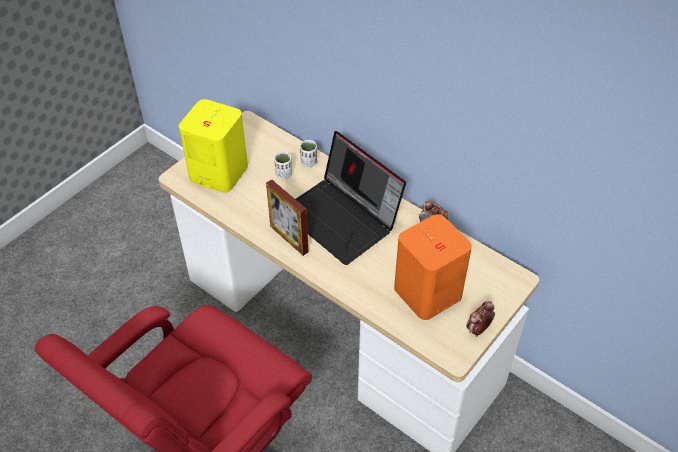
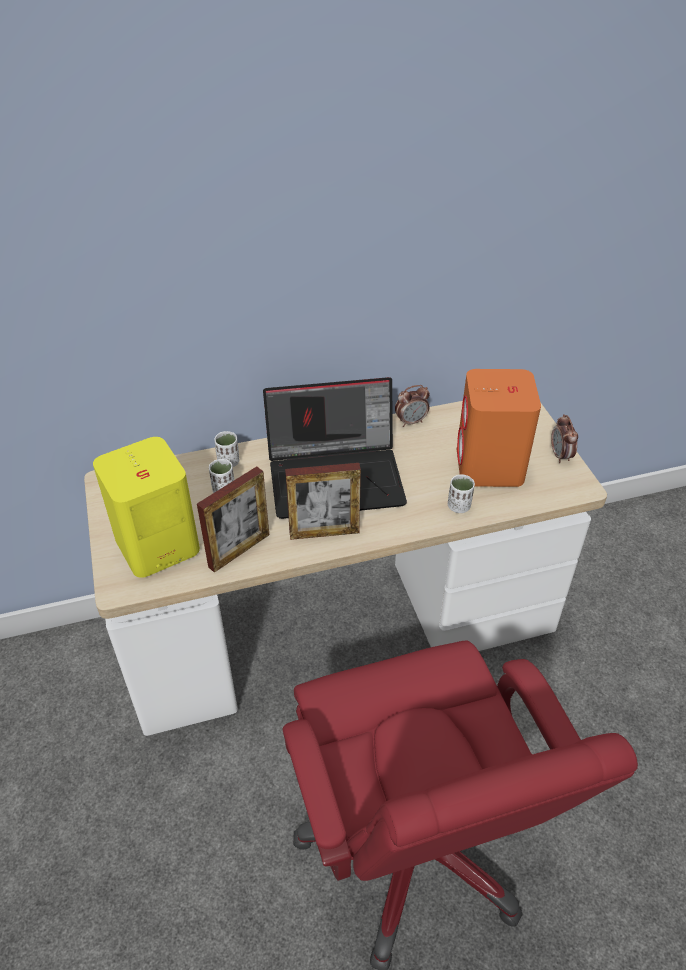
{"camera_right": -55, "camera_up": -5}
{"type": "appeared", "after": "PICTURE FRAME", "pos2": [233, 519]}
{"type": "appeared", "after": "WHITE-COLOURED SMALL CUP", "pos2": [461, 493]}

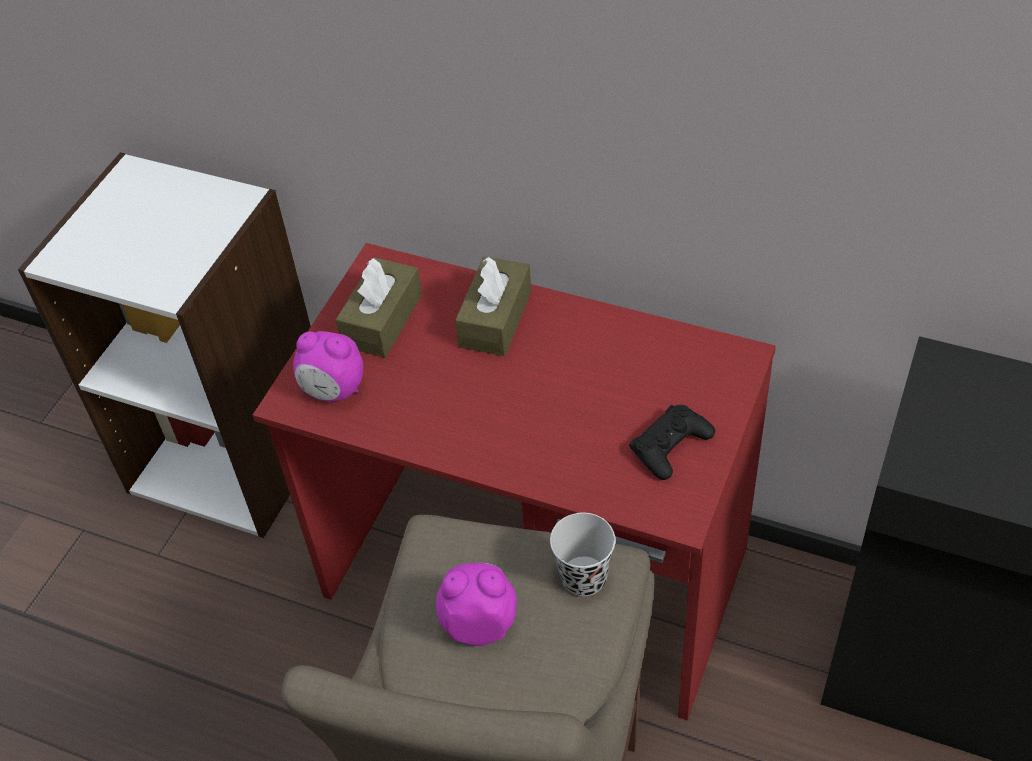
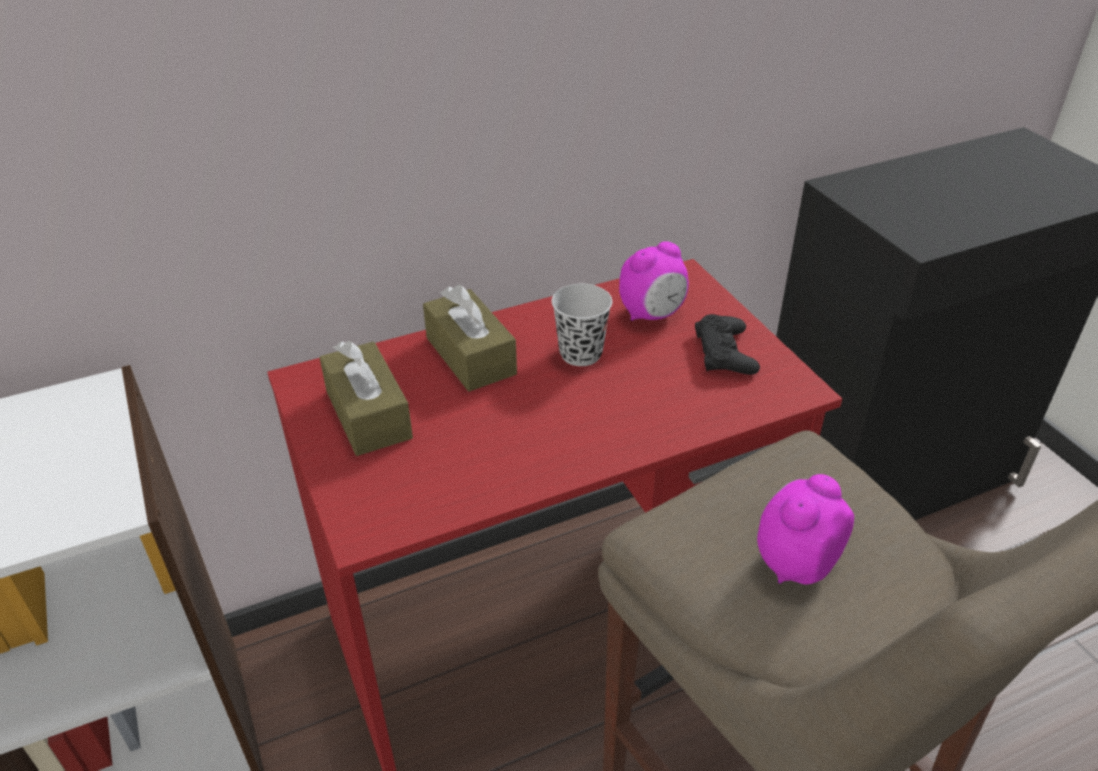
{"camera_right": -50, "camera_up": -10}
{"type": "relocated", "before": "TABLE CLOCK", "pos1": [328, 366], "pos2": [654, 281]}
{"type": "relocated", "before": "BLACK-COLOURED SMALL CUP", "pos1": [582, 554], "pos2": [582, 325]}

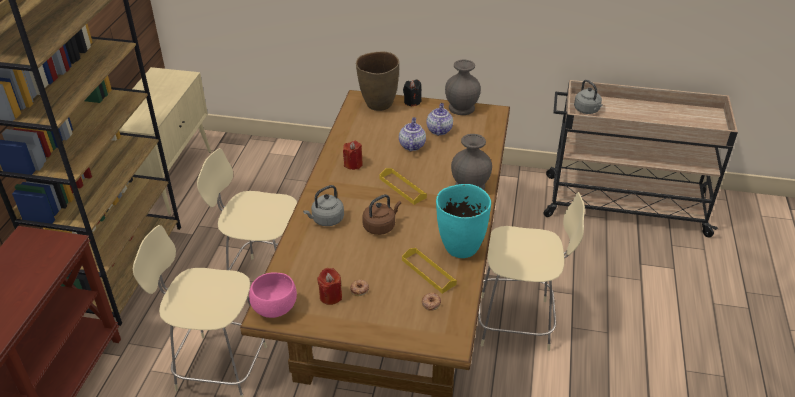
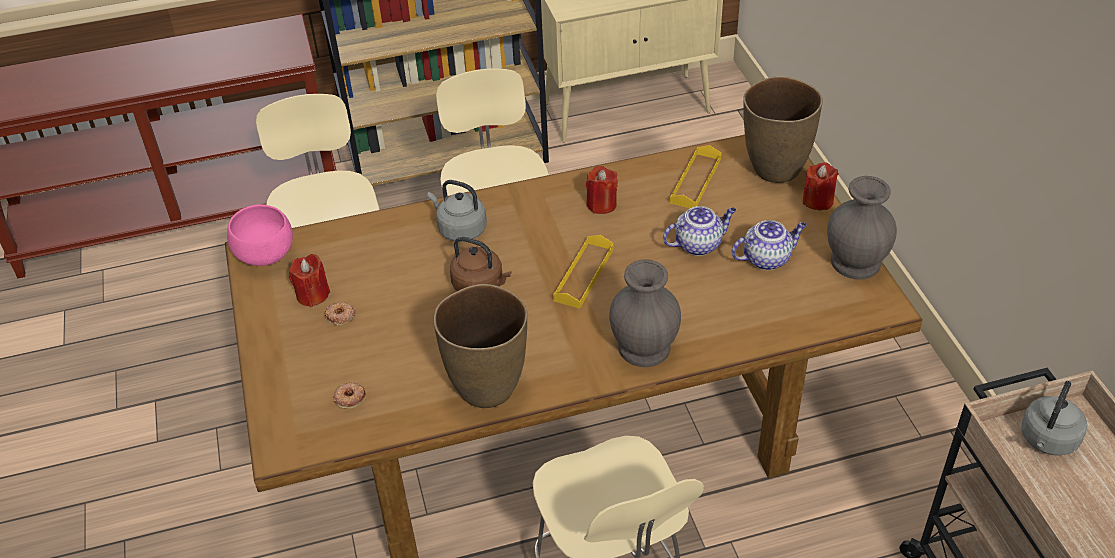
{"camera_right": 65, "camera_up": 5}
{"type": "relocated", "before": "YELLOWISH CARRYING TRAY", "pos1": [429, 271], "pos2": [696, 176]}
{"type": "colour", "before": "BLACK-COLOURED WAX CANDLE", "after": "RED-COLOURED WAX CANDLE", "pos1": [412, 93], "pos2": [820, 186]}
{"type": "colour", "before": "TURQUOISE-COLOURED FLOWER VASE", "after": "BROWN FLOWER VASE", "pos1": [463, 221], "pos2": [480, 346]}

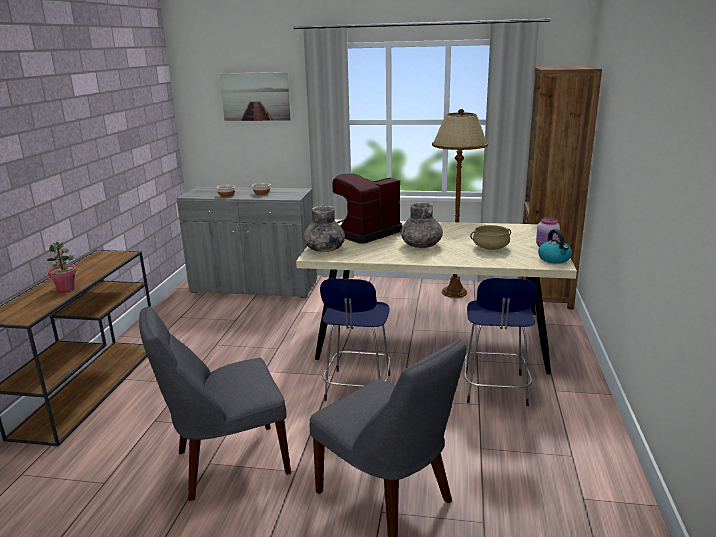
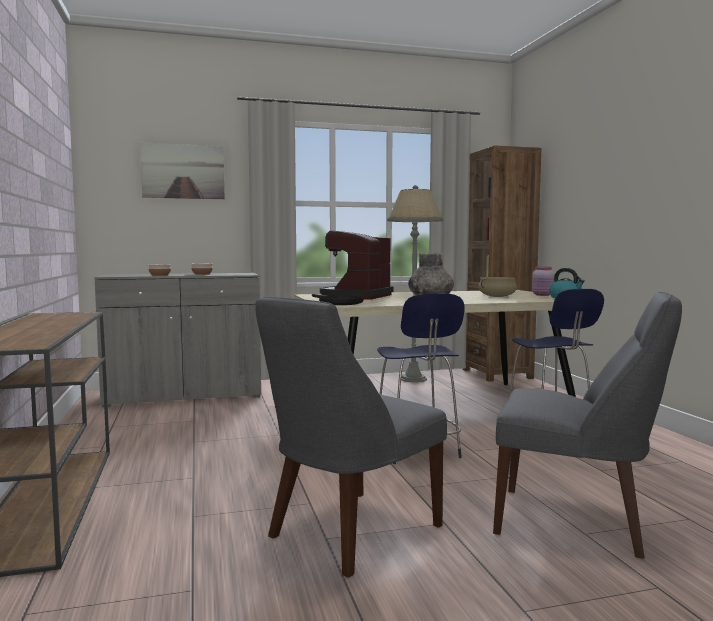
{"camera_right": -25, "camera_up": -15}
{"type": "missing", "before": "POTTED PLANT", "pos1": [61, 267]}
{"type": "exchanged", "before": "GREYISH FLOWER VASE", "after": "BLACK-COLOURED SKILLET", "pos1": [324, 229], "pos2": [338, 299]}
{"type": "colour", "before": "BROWN FLOOR LAMP", "after": "GREYISH FLOOR LAMP", "pos1": [460, 203], "pos2": [415, 283]}

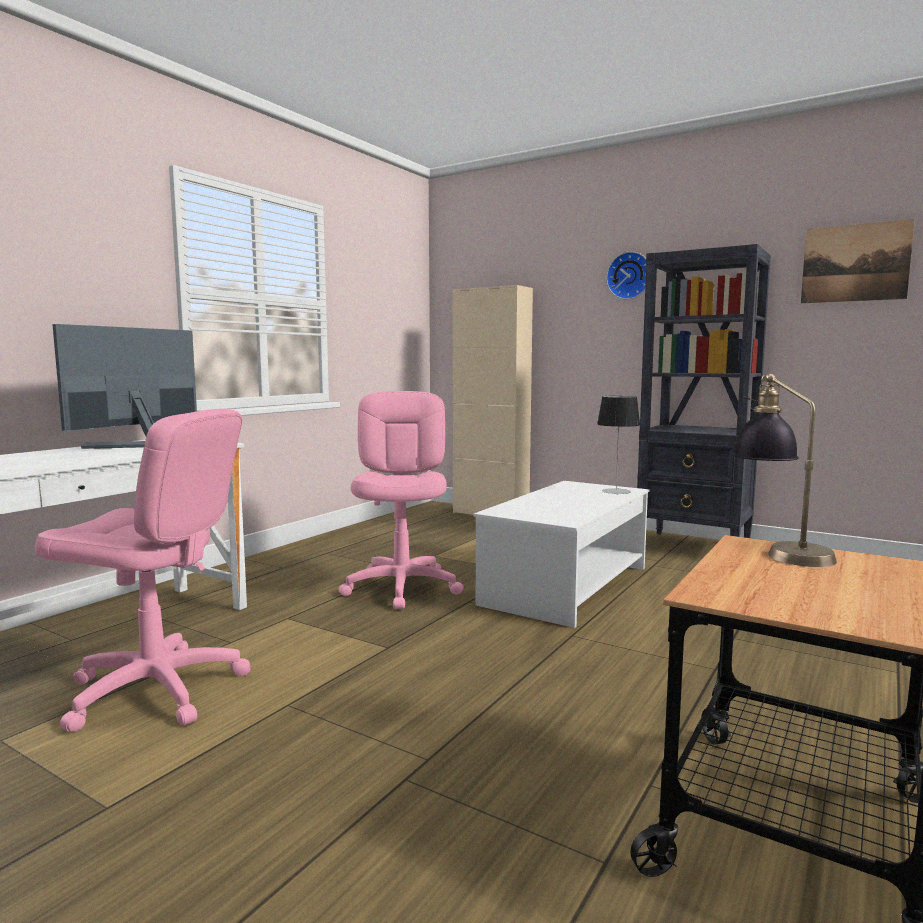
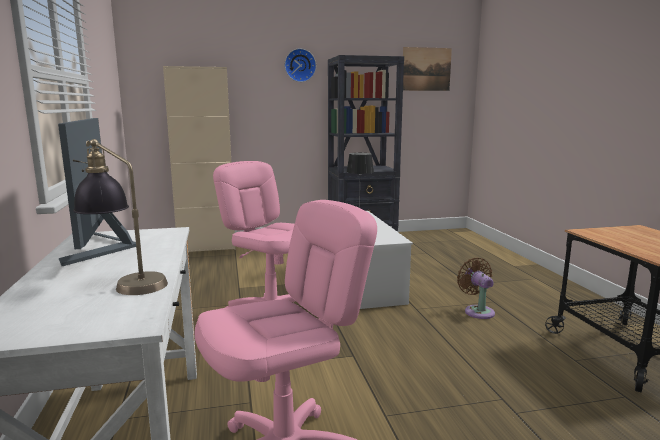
{"camera_right": -45, "camera_up": 5}
{"type": "appeared", "after": "BROWN COOLING FAN", "pos2": [476, 288]}
{"type": "relocated", "before": "TABLE LAMP", "pos1": [784, 470], "pos2": [120, 217]}

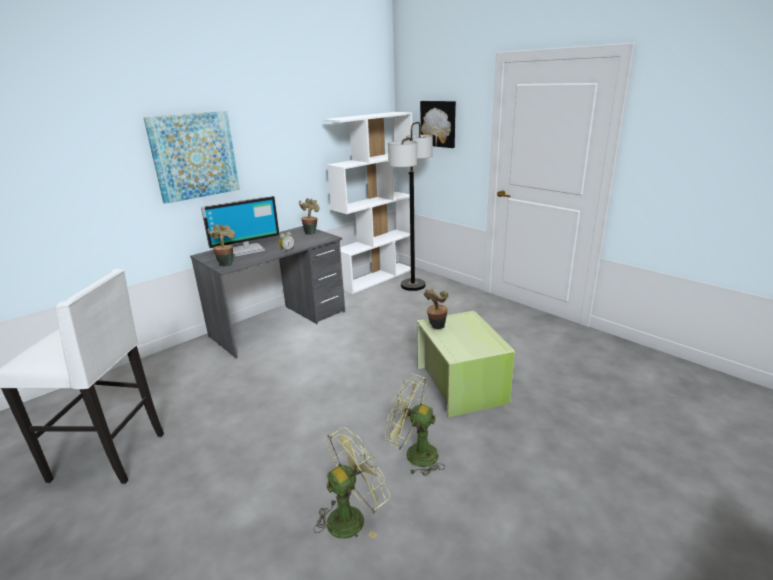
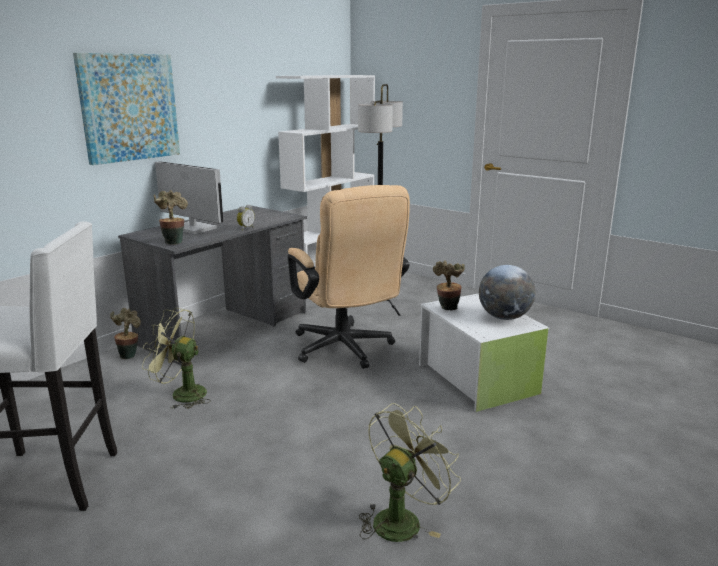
{"camera_right": -10, "camera_up": -5}
{"type": "missing", "before": "WALL ART", "pos1": [438, 124]}
{"type": "appeared", "after": "SAND-COLOURED COMPUTER CHAIR", "pos2": [349, 277]}
{"type": "appeared", "after": "DESK GLOBE", "pos2": [507, 292]}
{"type": "relocated", "before": "POTTED PLANT", "pos1": [309, 216], "pos2": [125, 333]}
{"type": "relocated", "before": "GREENISH COOLING FAN", "pos1": [415, 425], "pos2": [176, 358]}
{"type": "colour", "before": "GREENISH STORAGE BIN", "after": "WHITE-COLOURED STORAGE BIN", "pos1": [466, 364], "pos2": [484, 353]}
{"type": "spun", "before": "COMPUTER DISPLAY", "pos1": [240, 226], "pos2": [189, 197], "turn": -105}

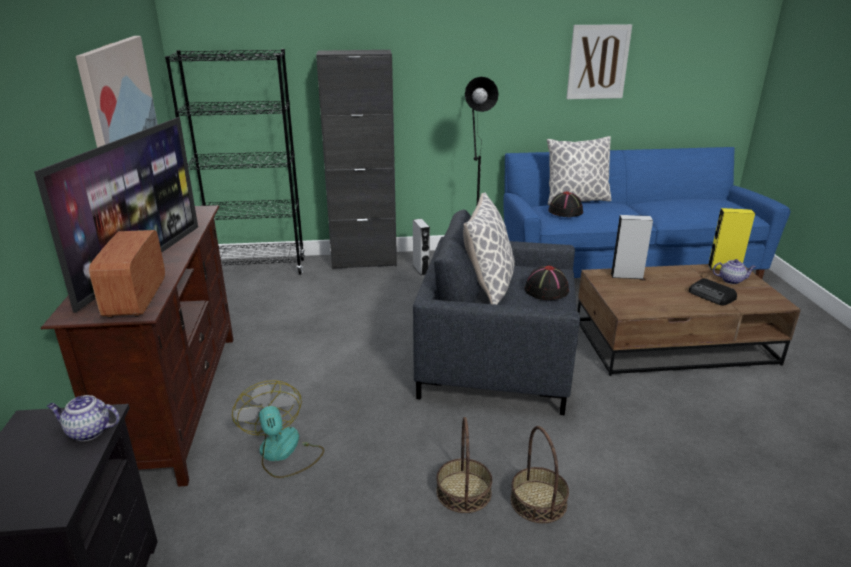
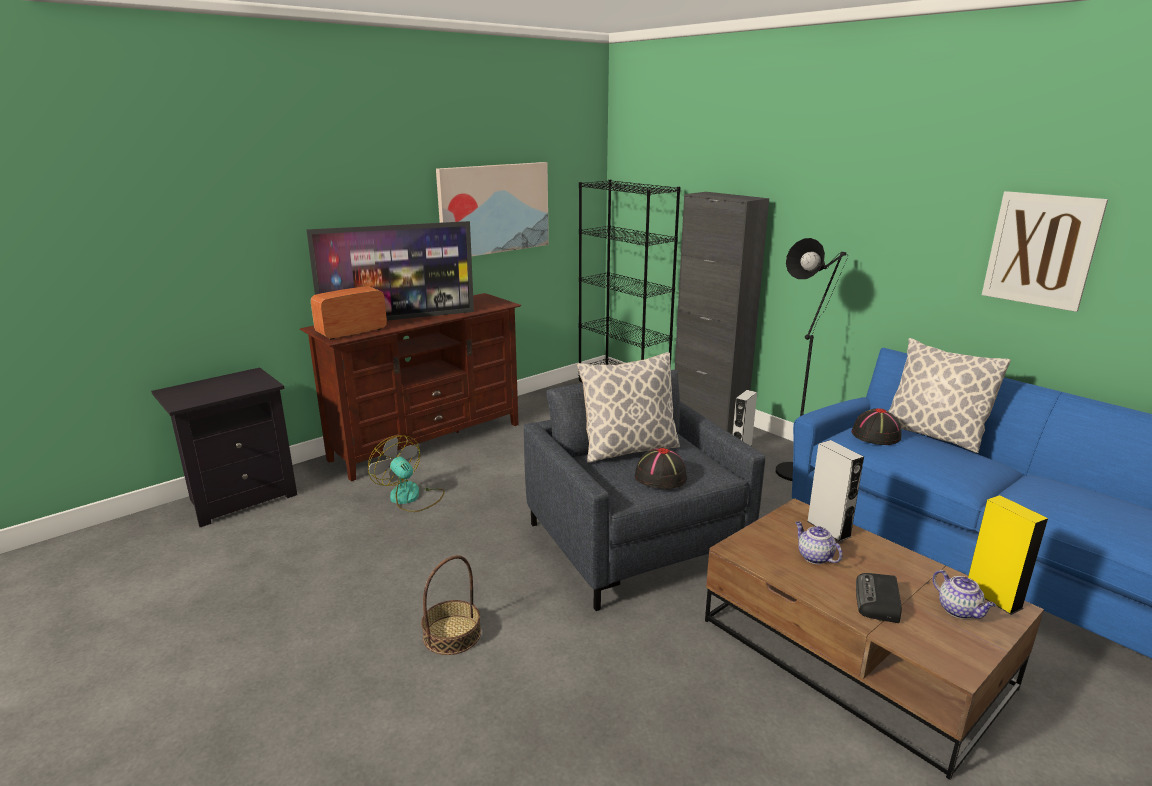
{"camera_right": 55, "camera_up": -5}
{"type": "missing", "before": "HOUSEHOLD BASKET", "pos1": [464, 465]}
{"type": "relocated", "before": "TEAPOT", "pos1": [83, 418], "pos2": [819, 542]}
{"type": "spun", "before": "COOLING FAN", "pos1": [278, 429], "pos2": [406, 473], "turn": -75}

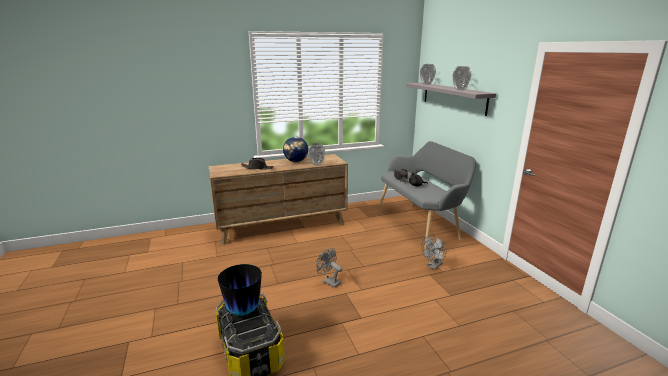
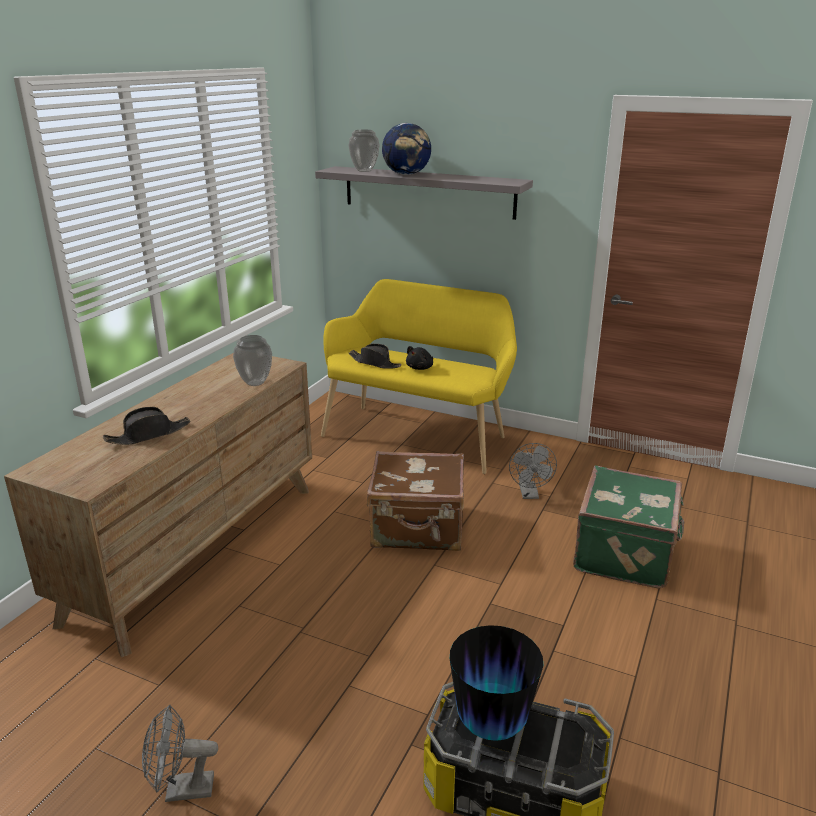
{"camera_right": -45, "camera_up": 5}
{"type": "missing", "before": "FLOWER VASE", "pos1": [462, 78]}
{"type": "appeared", "after": "BROWN PIECE OF LUGGAGE", "pos2": [415, 501]}
{"type": "appeared", "after": "GREENISH PIECE OF LUGGAGE", "pos2": [628, 527]}
{"type": "relocated", "before": "DESK GLOBE", "pos1": [295, 149], "pos2": [406, 149]}
{"type": "relocated", "before": "GREYISH COOLING FAN", "pos1": [329, 268], "pos2": [180, 753]}
{"type": "colour", "before": "GREYISH LONG SEAT", "after": "YELLOWISH LONG SEAT", "pos1": [427, 195], "pos2": [419, 376]}

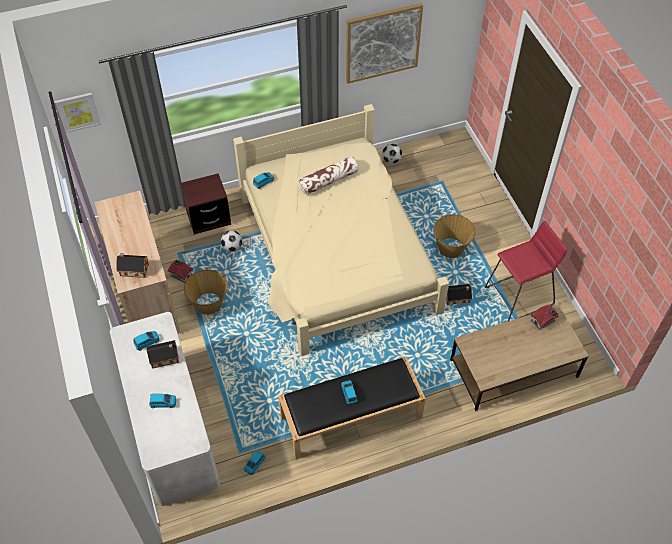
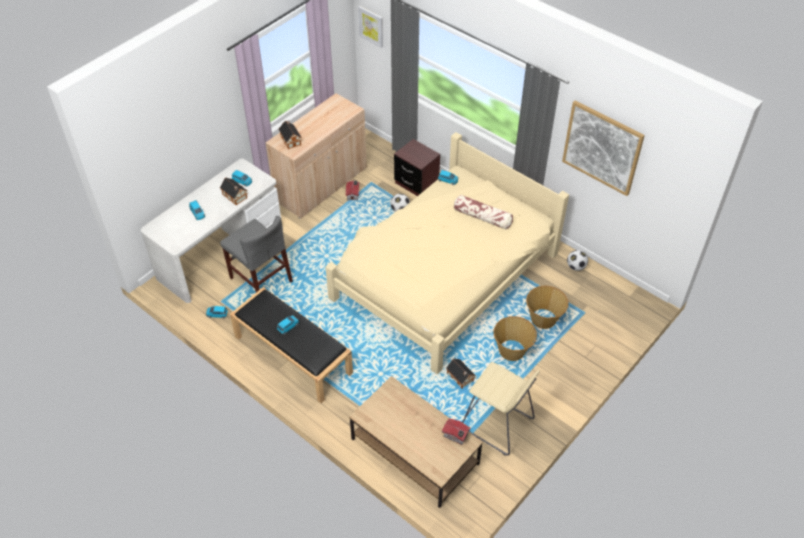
{"camera_right": 60, "camera_up": -5}
{"type": "appeared", "after": "GREYISH CHAIR", "pos2": [256, 254]}
{"type": "relocated", "before": "HOUSEHOLD BASKET", "pos1": [206, 292], "pos2": [547, 307]}
{"type": "colour", "before": "RED-COLOURED SITTING STOOL", "after": "SAND-COLOURED SITTING STOOL", "pos1": [526, 271], "pos2": [501, 409]}

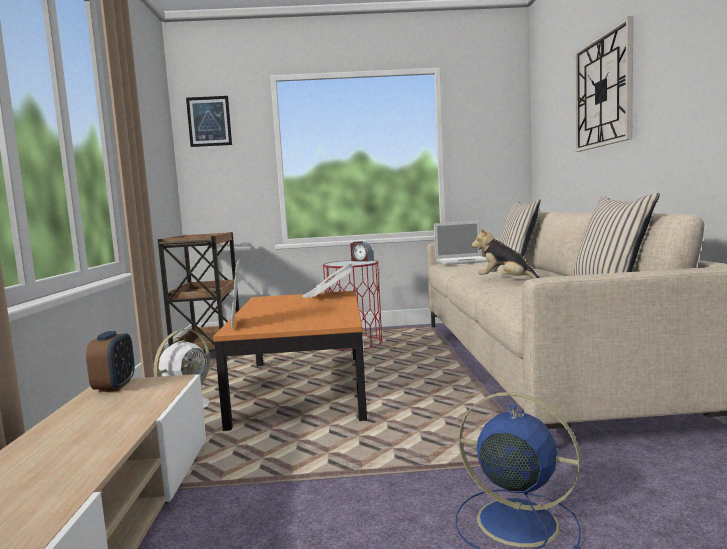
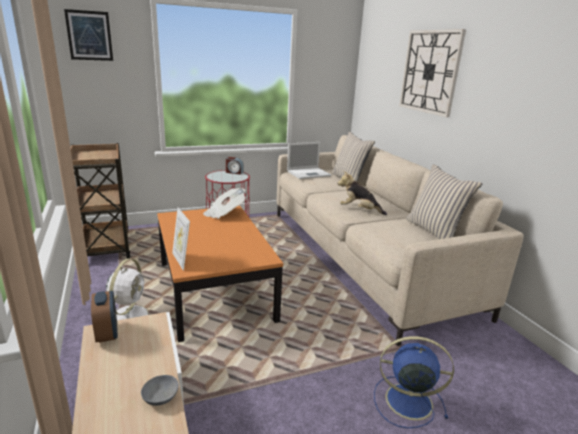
{"camera_right": -20, "camera_up": 15}
{"type": "appeared", "after": "GREYISH SERVING BOWL", "pos2": [160, 390]}

